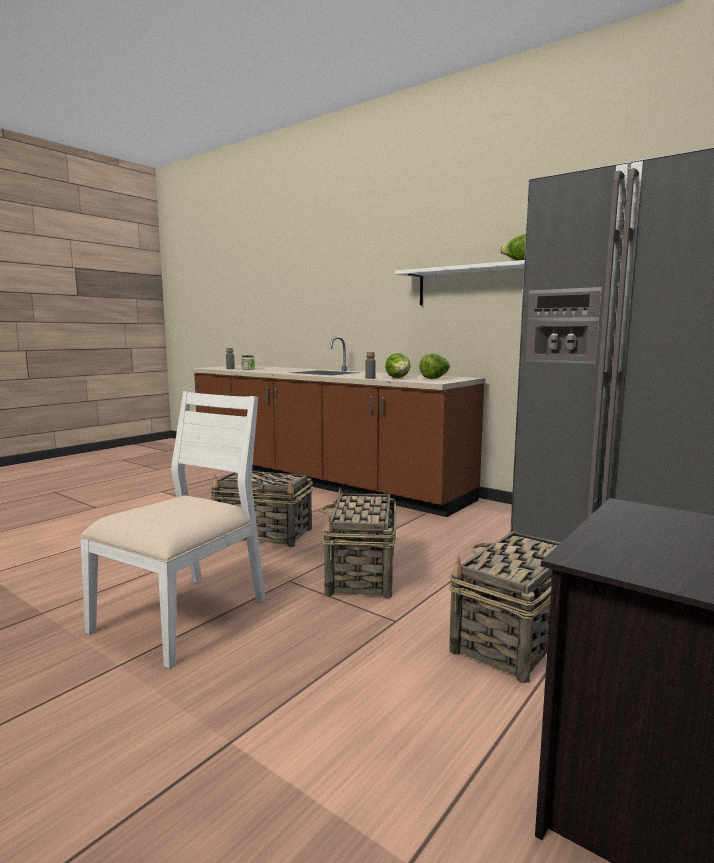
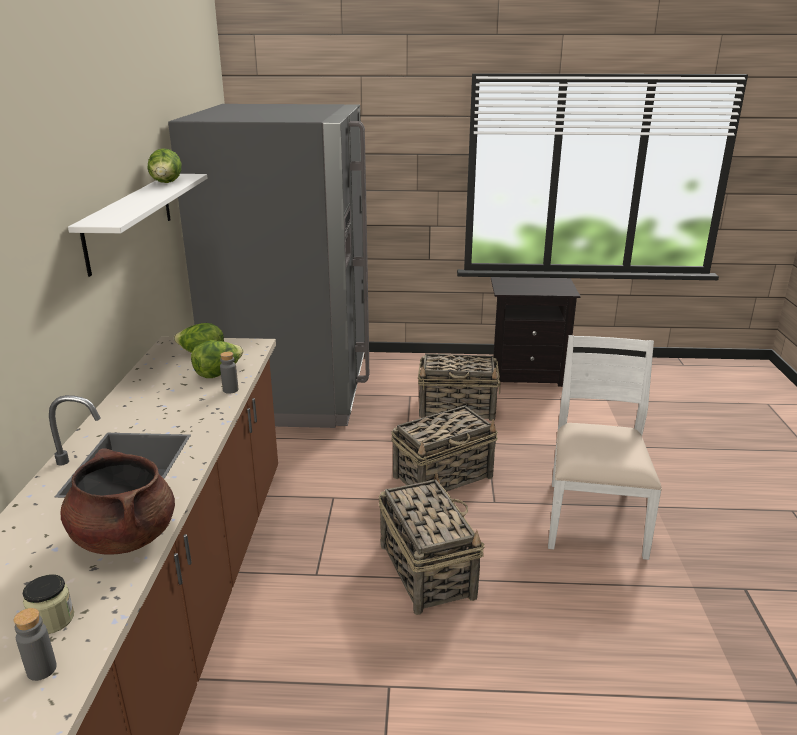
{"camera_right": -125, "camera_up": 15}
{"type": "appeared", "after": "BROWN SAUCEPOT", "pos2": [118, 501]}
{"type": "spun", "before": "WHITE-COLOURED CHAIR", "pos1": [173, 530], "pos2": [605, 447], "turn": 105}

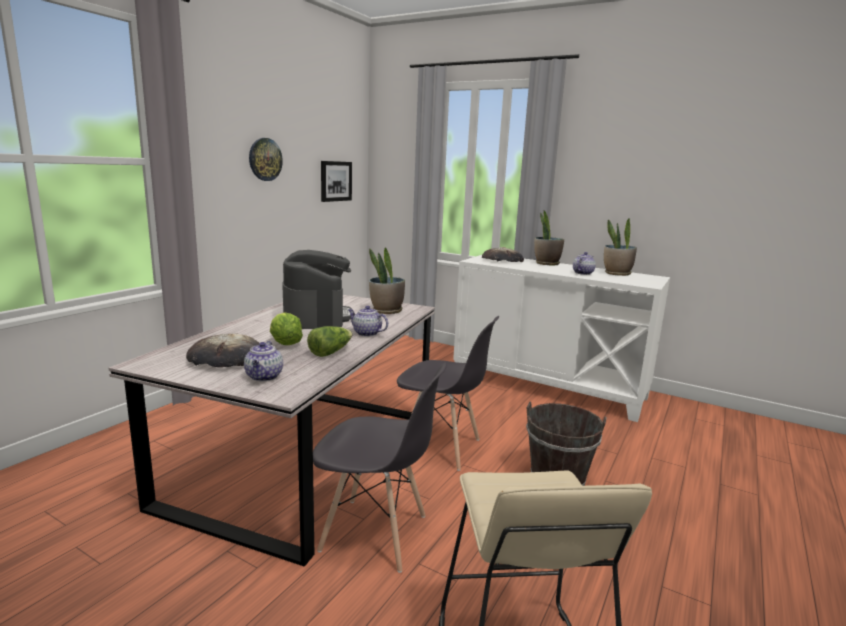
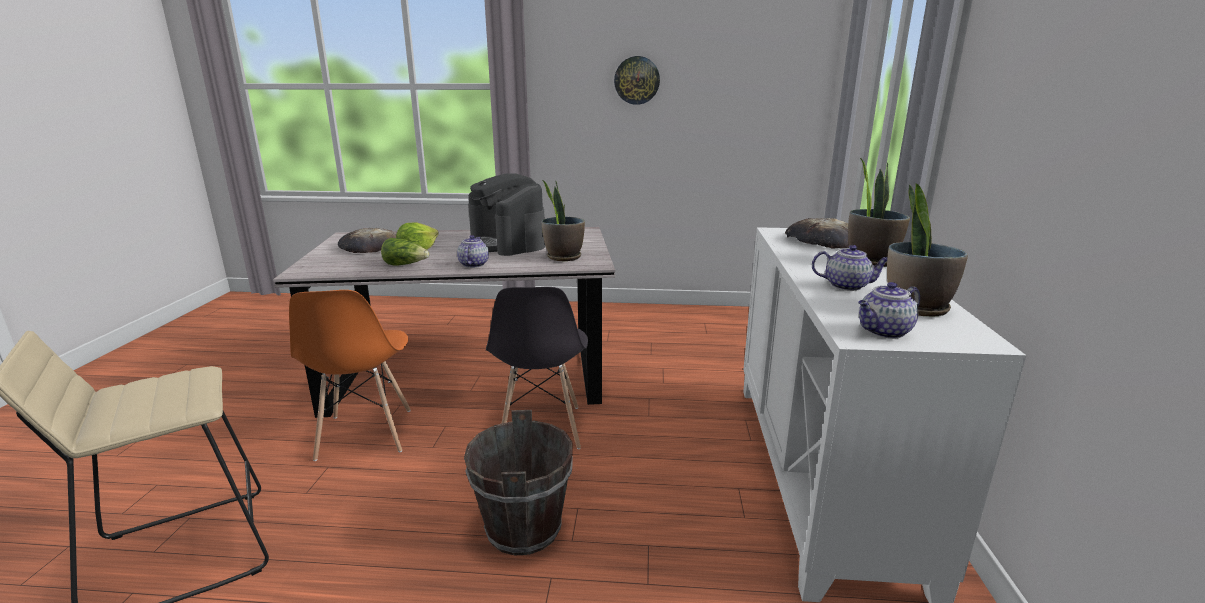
{"camera_right": 65, "camera_up": 5}
{"type": "missing", "before": "WALL ART", "pos1": [336, 181]}
{"type": "relocated", "before": "TEAPOT", "pos1": [263, 361], "pos2": [889, 310]}
{"type": "colour", "before": "GREYISH CHAIR", "after": "ORANGE CHAIR", "pos1": [380, 467], "pos2": [350, 375]}
{"type": "spun", "before": "COFFEE MACHINE", "pos1": [317, 289], "pos2": [507, 214], "turn": 90}

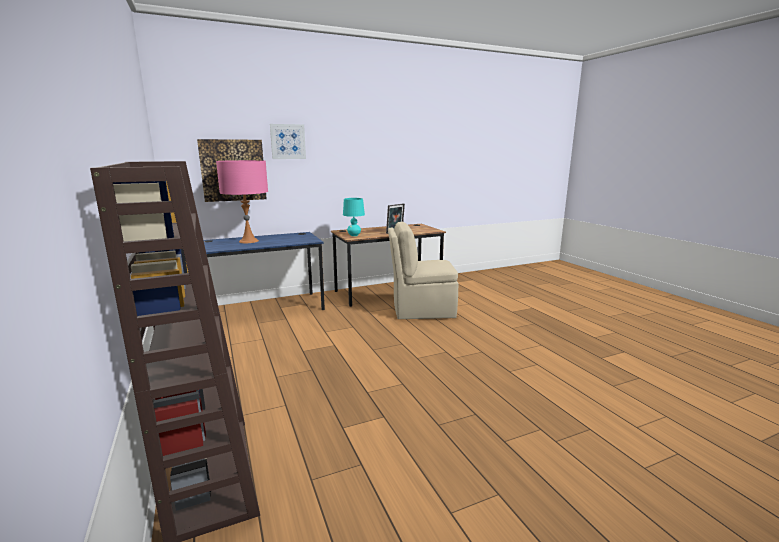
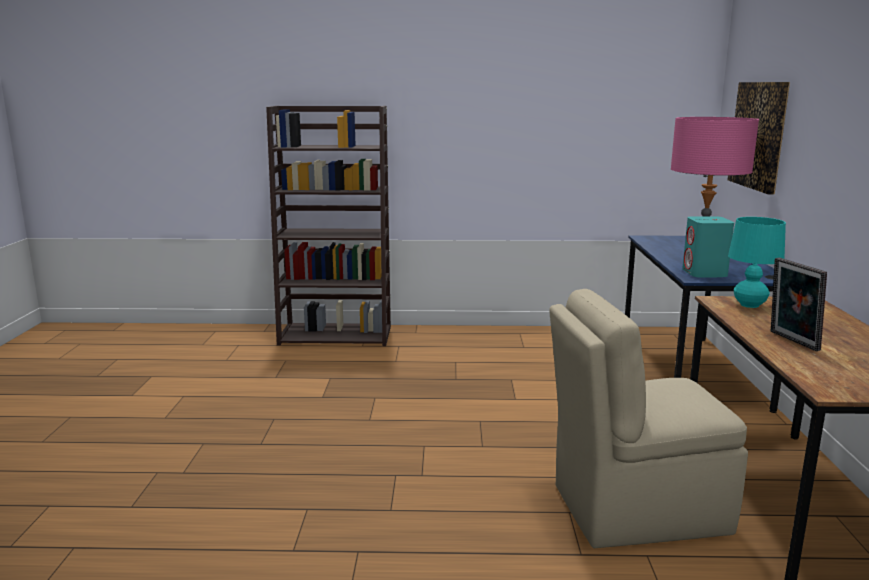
{"camera_right": 115, "camera_up": 0}
{"type": "missing", "before": "WALL ART", "pos1": [288, 141]}
{"type": "appeared", "after": "TURQUOISE-COLOURED LOUDSPEAKER", "pos2": [708, 246]}
{"type": "spun", "before": "SAND-COLOURED CHAIR", "pos1": [423, 270], "pos2": [648, 418], "turn": -120}

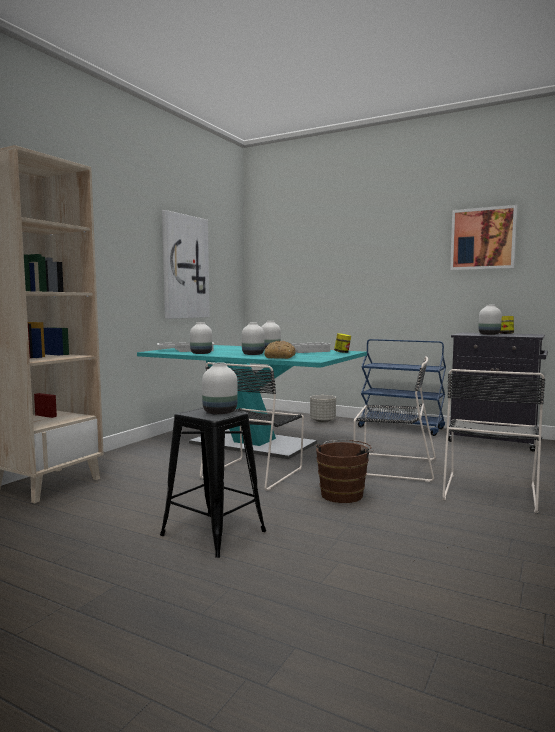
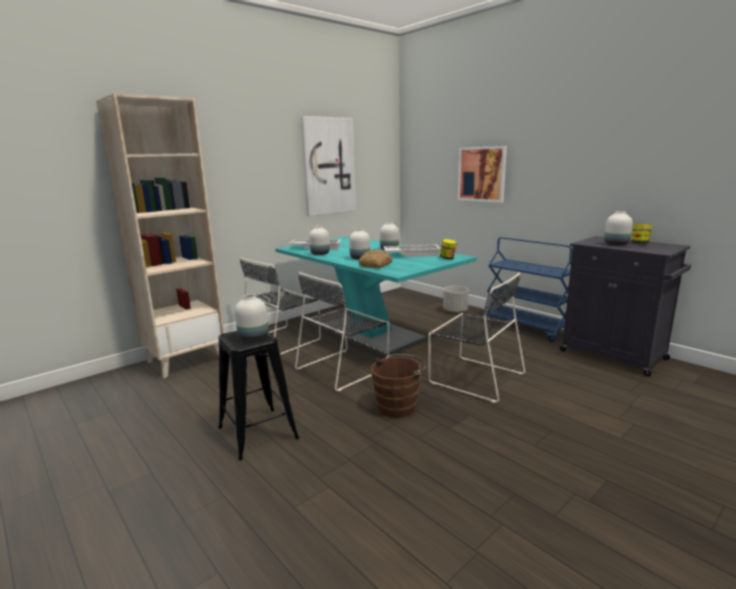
{"camera_right": 20, "camera_up": 10}
{"type": "relocated", "before": "BLACK-COLOURED CHAIR", "pos1": [493, 441], "pos2": [280, 306]}
{"type": "relocated", "before": "WALL ART", "pos1": [483, 237], "pos2": [482, 174]}

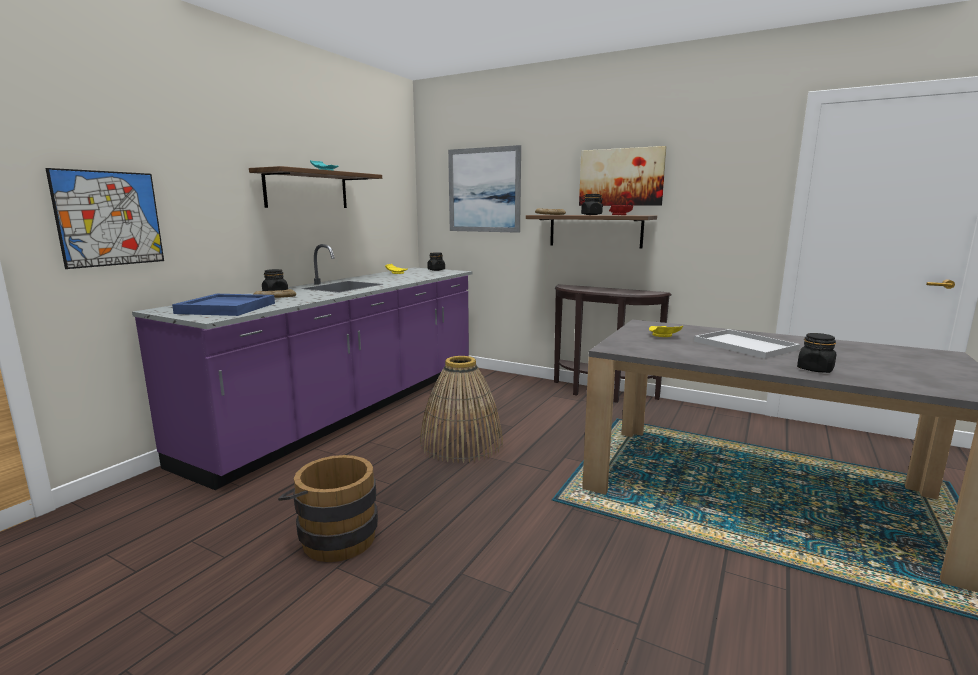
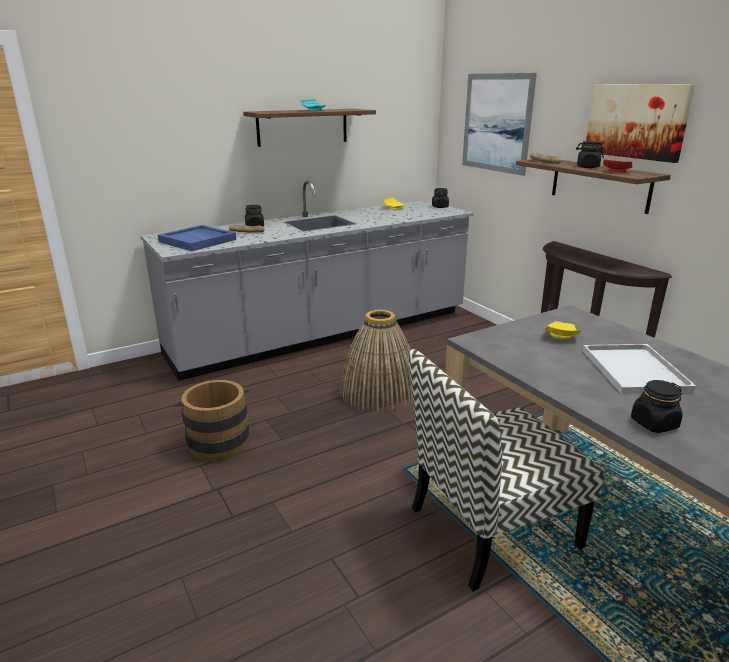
{"camera_right": 30, "camera_up": 10}
{"type": "missing", "before": "WALL ART", "pos1": [105, 218]}
{"type": "appeared", "after": "CHAIR", "pos2": [506, 470]}
{"type": "colour", "before": "PURPLE-COLOURED KITCHEN BASE UNIT", "after": "GREYISH KITCHEN BASE UNIT", "pos1": [302, 367], "pos2": [307, 281]}

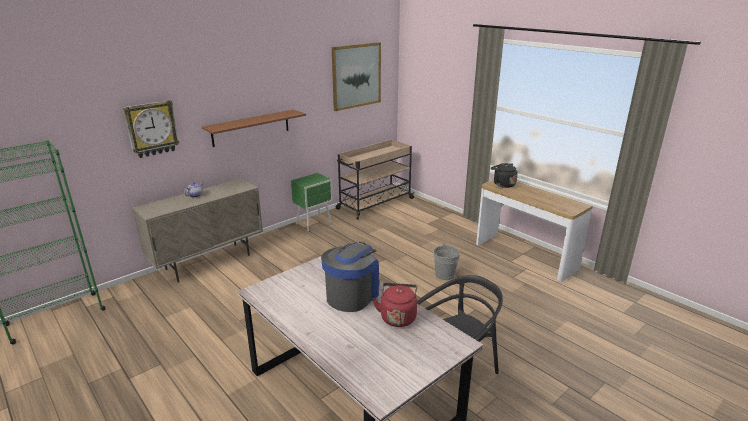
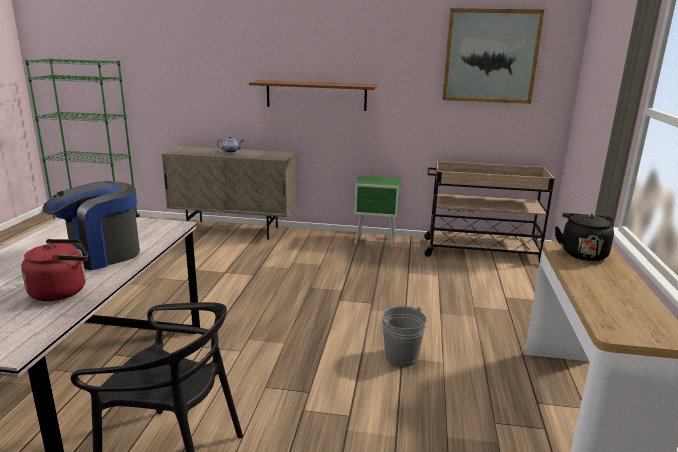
{"camera_right": 50, "camera_up": -5}
{"type": "missing", "before": "HANGING CLOCK", "pos1": [151, 129]}
{"type": "spun", "before": "COFFEE MACHINE", "pos1": [350, 277], "pos2": [91, 226], "turn": 150}

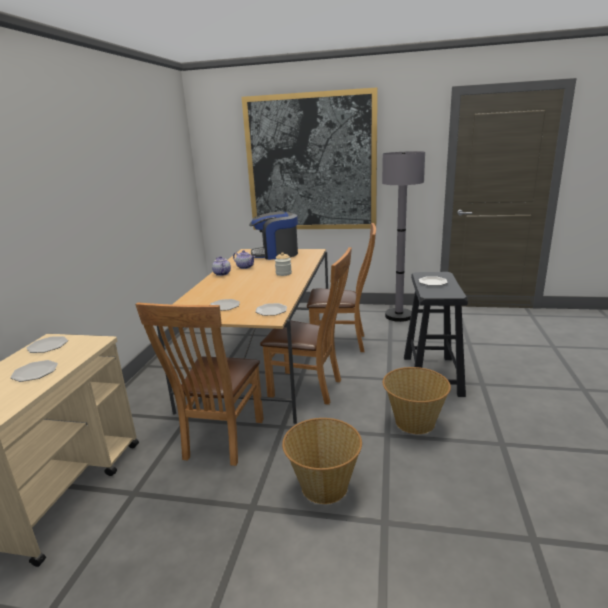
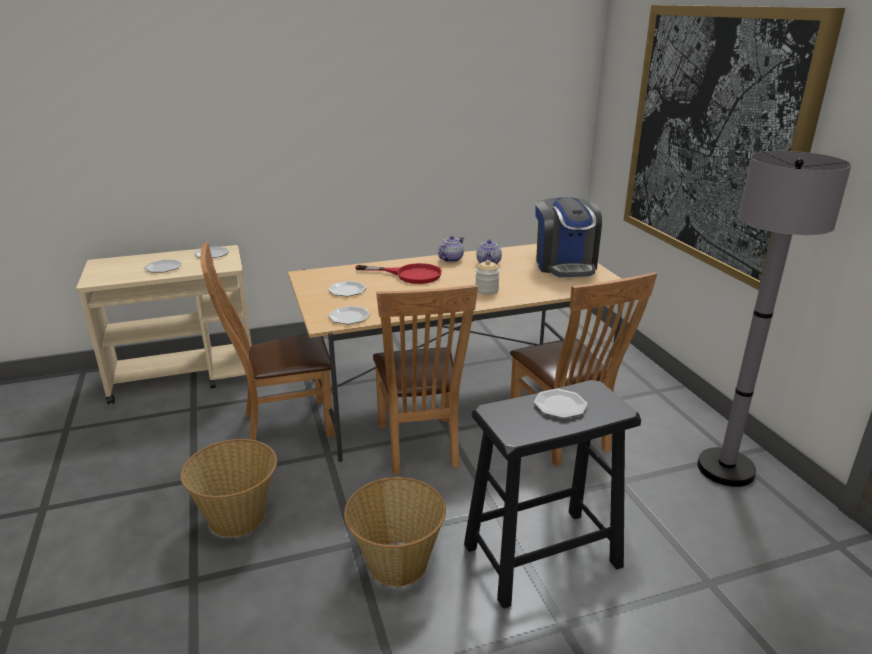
{"camera_right": 60, "camera_up": 5}
{"type": "appeared", "after": "RED-COLOURED SKILLET", "pos2": [398, 273]}
{"type": "spun", "before": "COFFEE MACHINE", "pos1": [273, 236], "pos2": [568, 237], "turn": -150}

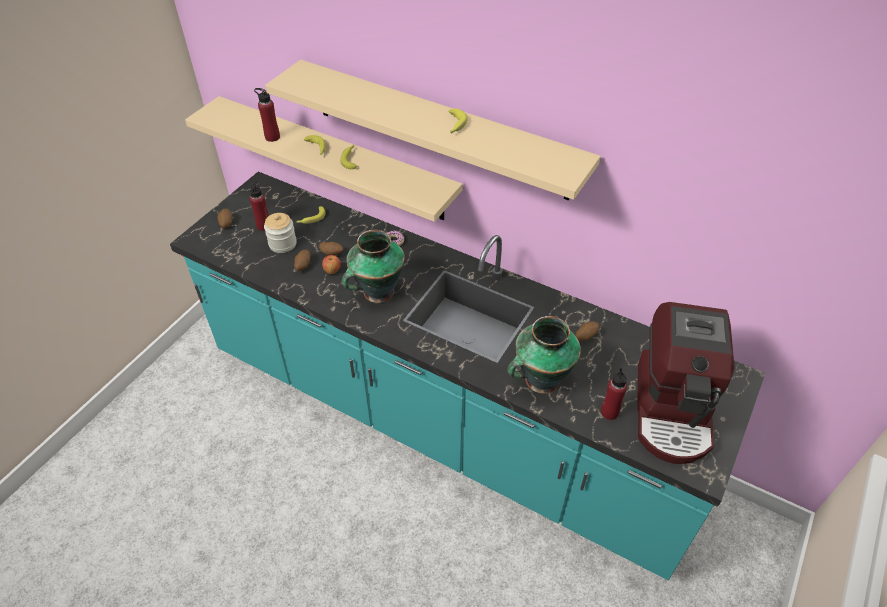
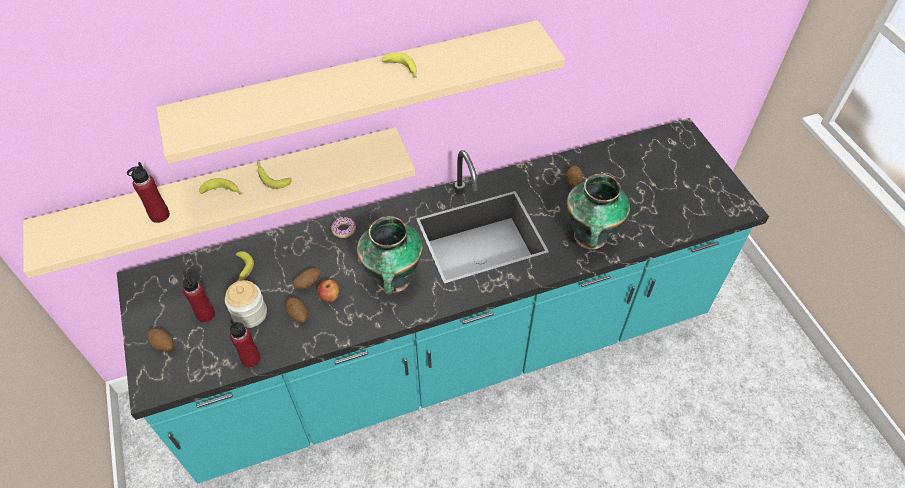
{"camera_right": -50, "camera_up": 5}
{"type": "missing", "before": "COFFEE MACHINE", "pos1": [686, 383]}
{"type": "relocated", "before": "RED-COLOURED DRINK BOTTLE", "pos1": [614, 394], "pos2": [245, 343]}

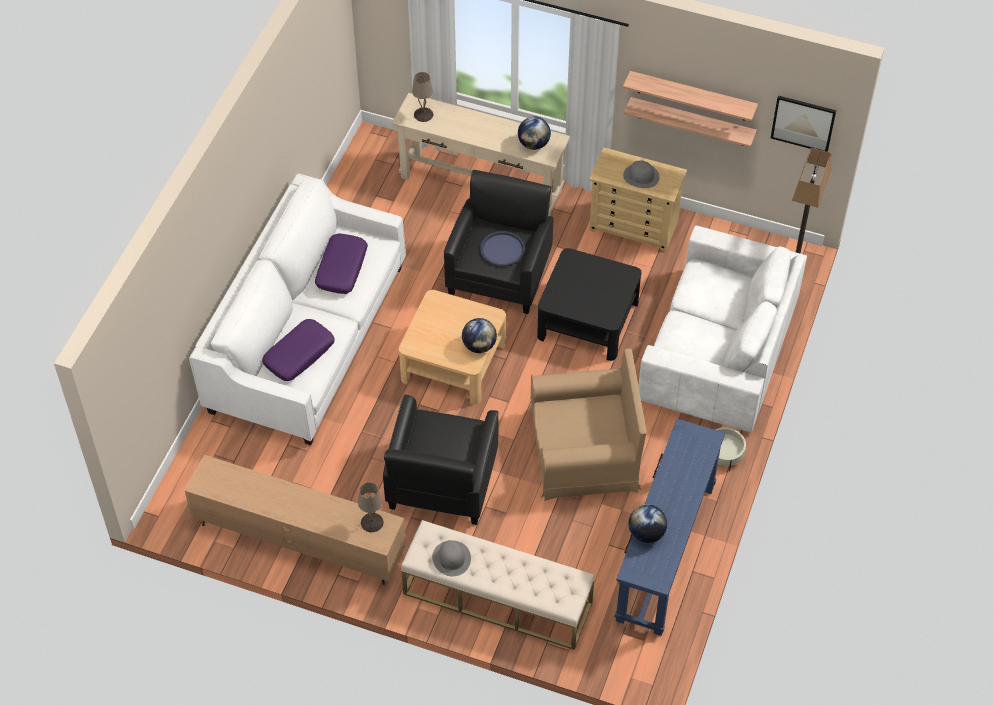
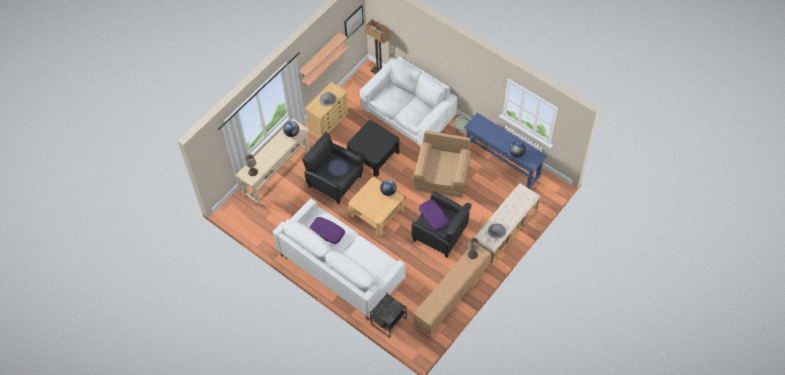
{"camera_right": -70, "camera_up": 5}
{"type": "appeared", "after": "BLACK-COLOURED END TABLE", "pos2": [388, 315]}
{"type": "relocated", "before": "PURPLE-COLOURED CUSHION", "pos1": [298, 350], "pos2": [434, 215]}

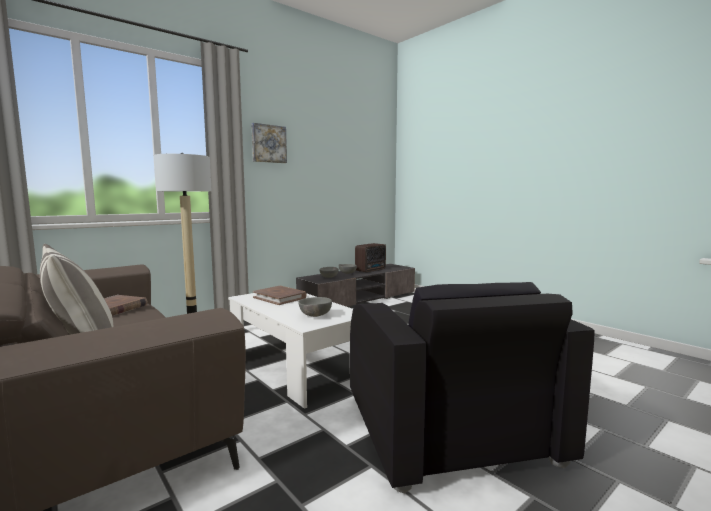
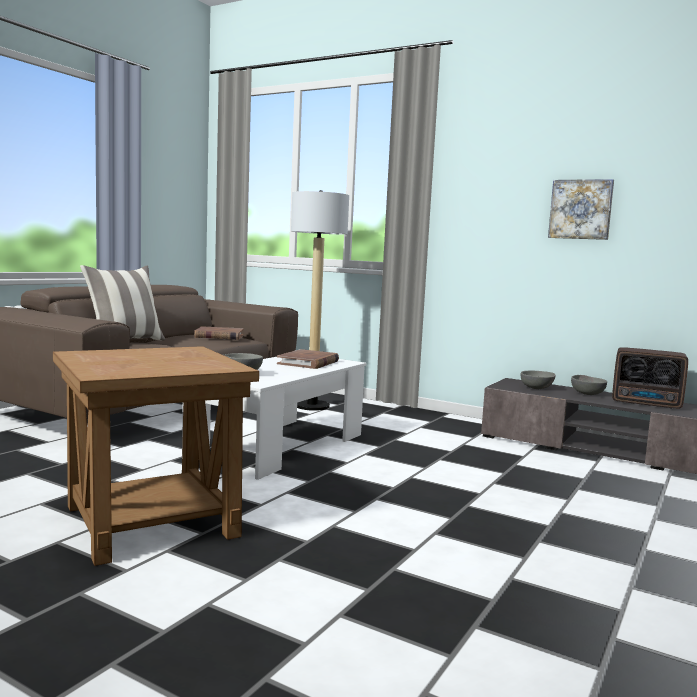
{"camera_right": 70, "camera_up": 0}
{"type": "relocated", "before": "WALL ART", "pos1": [269, 143], "pos2": [581, 209]}
{"type": "exchanged", "before": "BLACK-COLOURED ARMCHAIR", "after": "BROWN END TABLE", "pos1": [472, 387], "pos2": [156, 456]}

